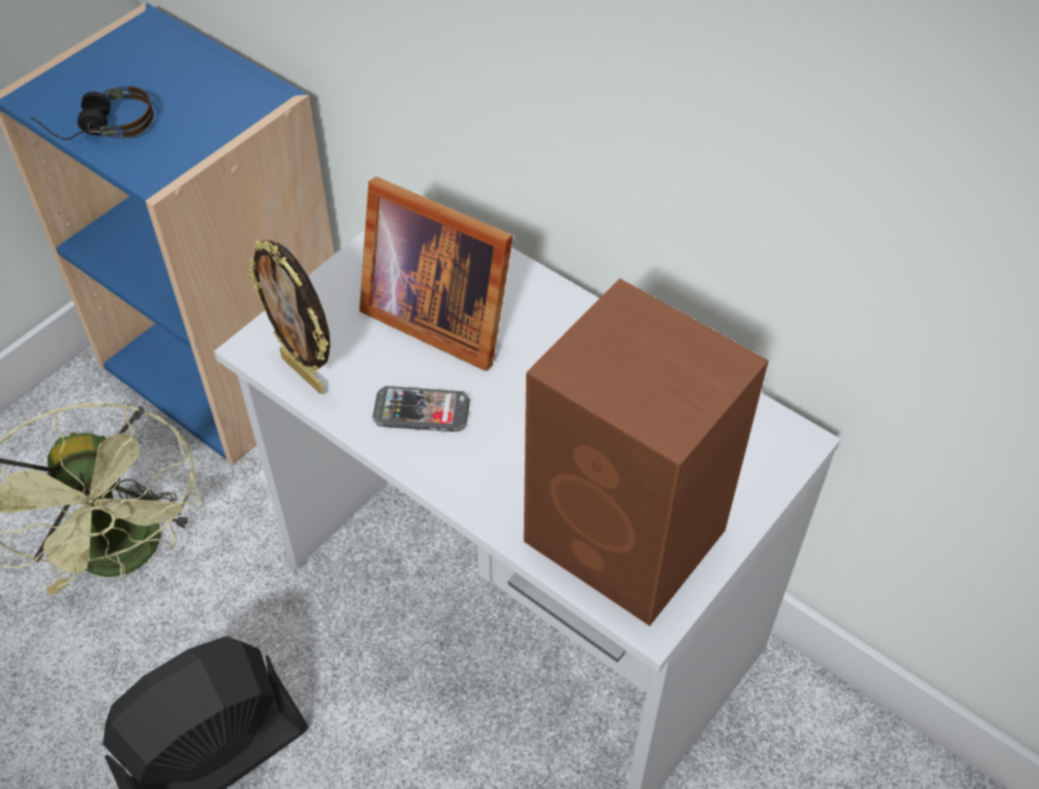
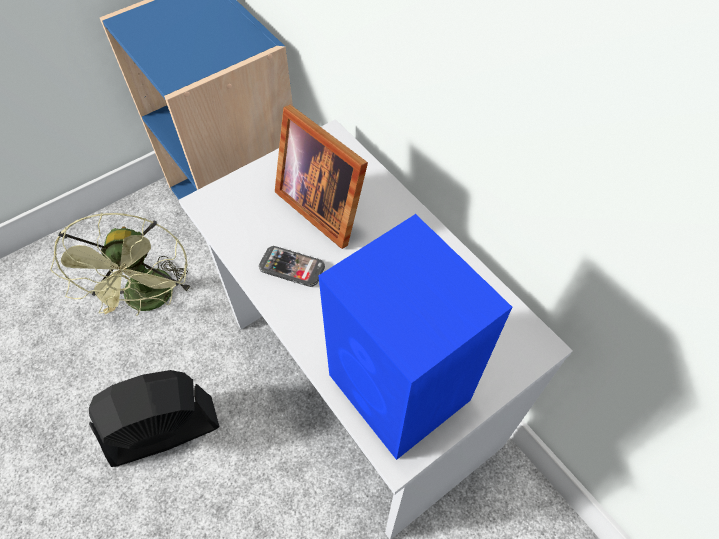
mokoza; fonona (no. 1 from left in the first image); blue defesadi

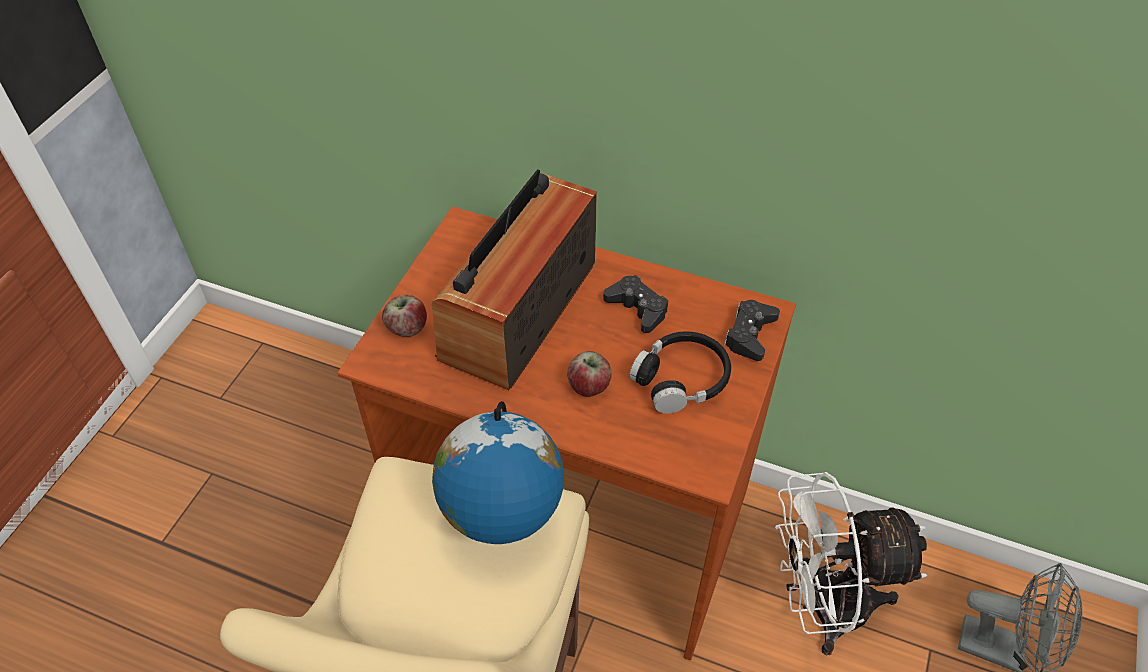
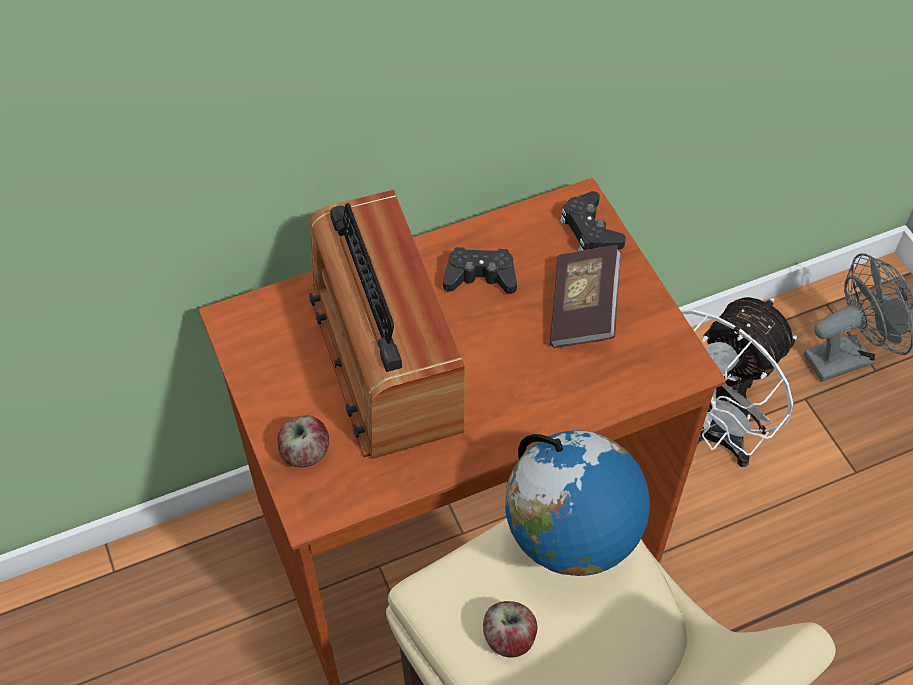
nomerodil (no. 2 from left); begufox

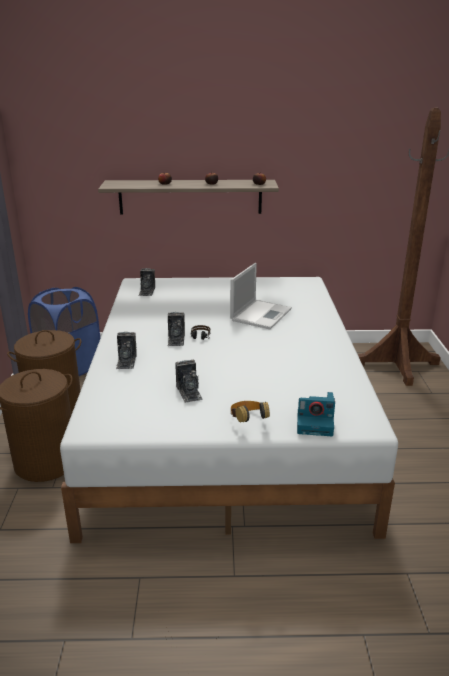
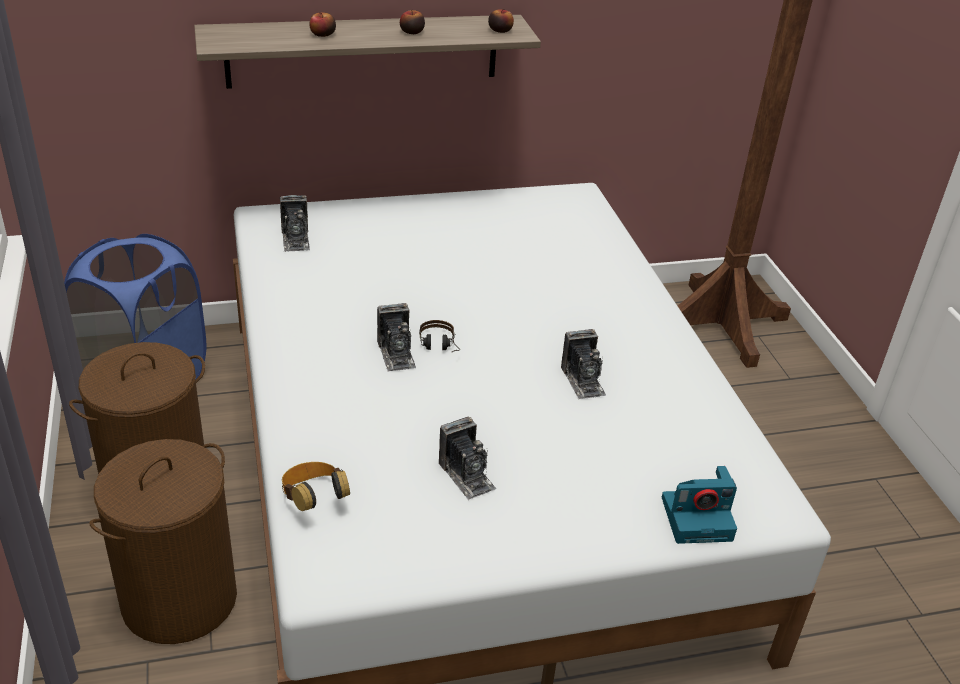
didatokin (no. 4 from left); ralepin; mokoza (no. 1 from left)

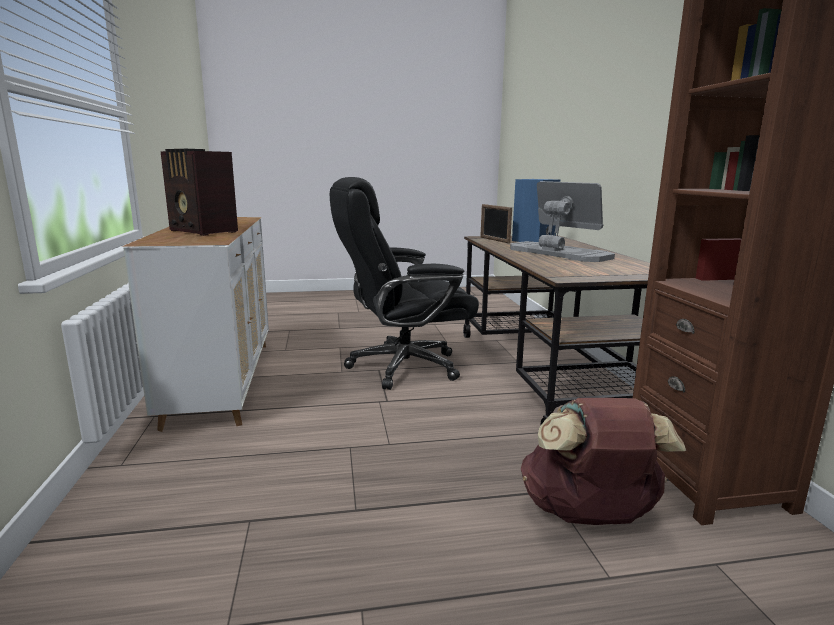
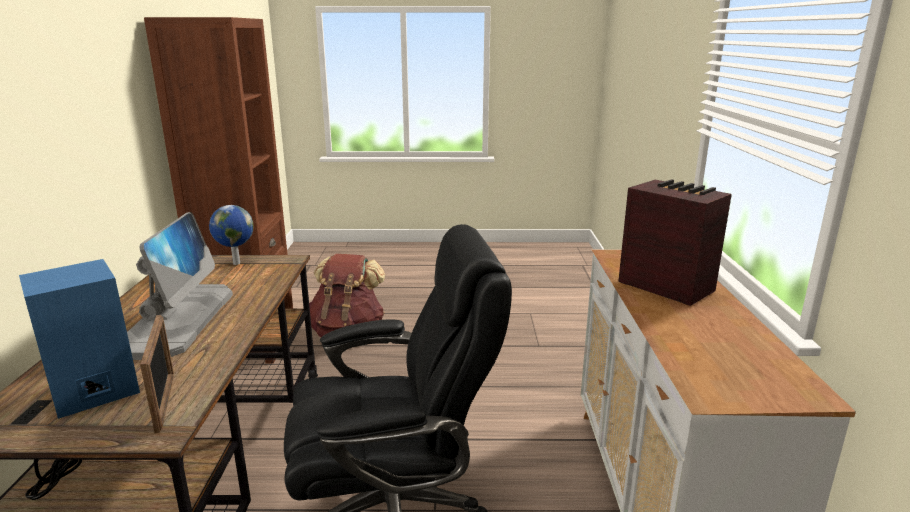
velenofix; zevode

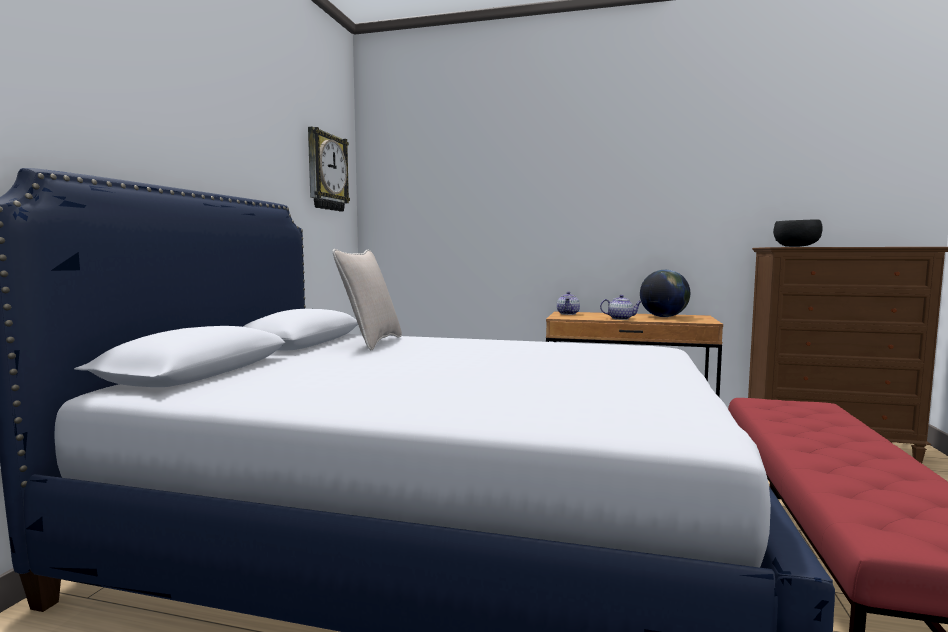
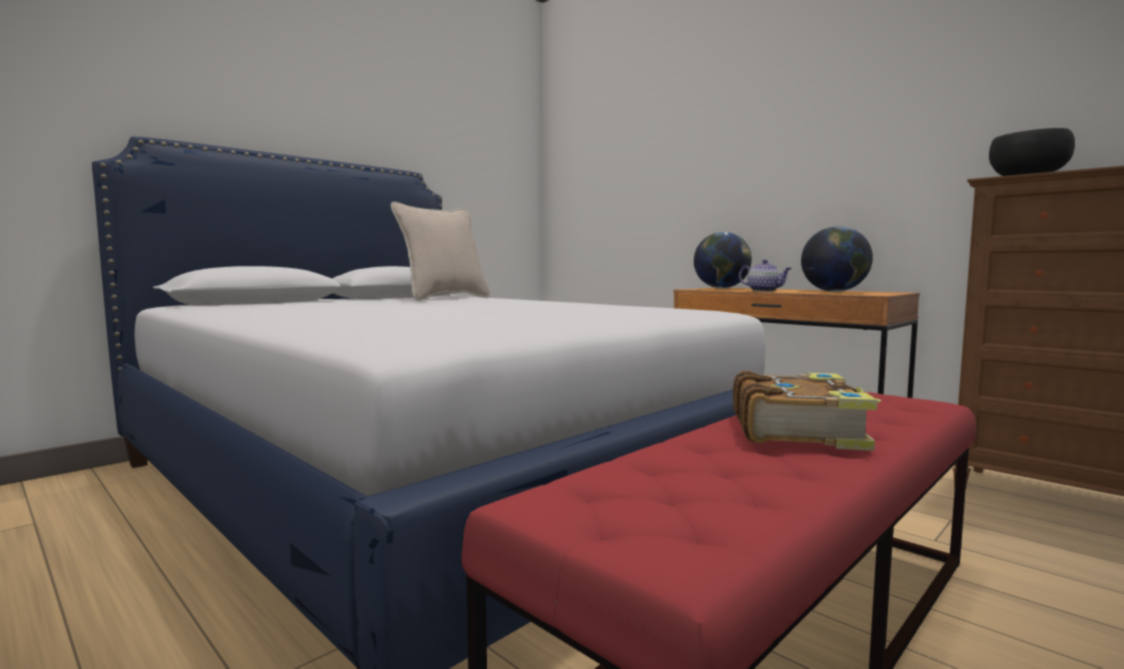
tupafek; zevode (no. 1 from left); begufox

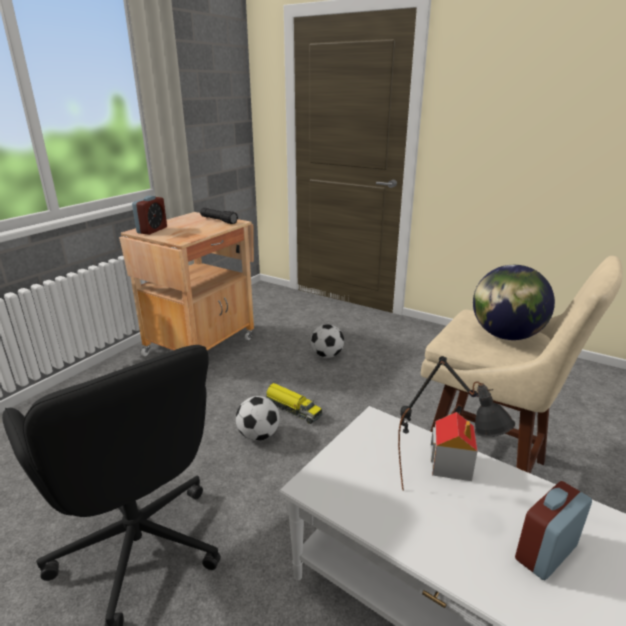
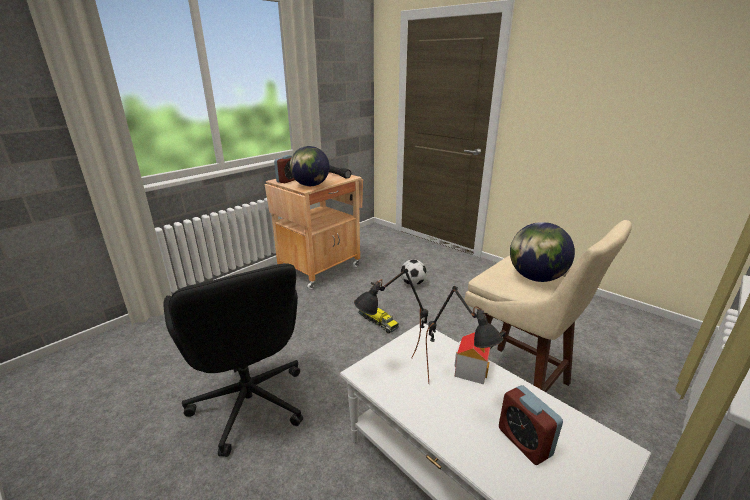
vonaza (no. 1 from left in the first image); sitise (no. 2 from left); zevode (no. 1 from left); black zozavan (no. 1 from left)

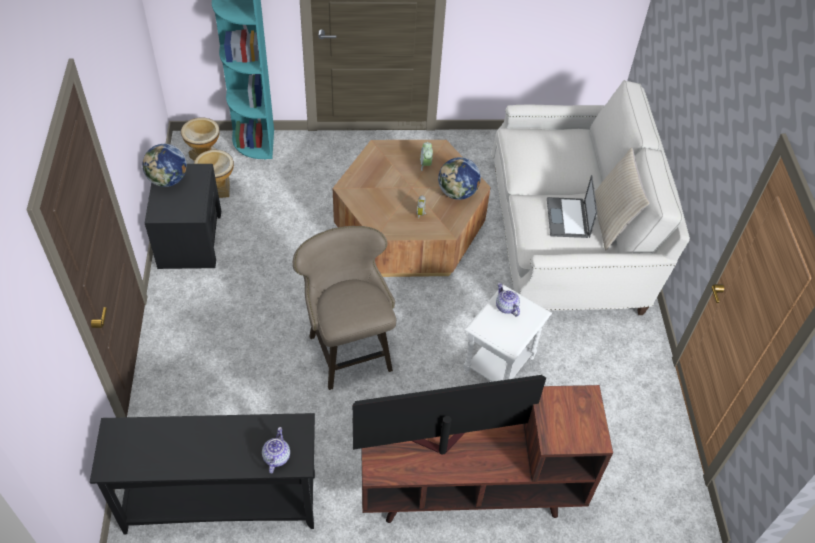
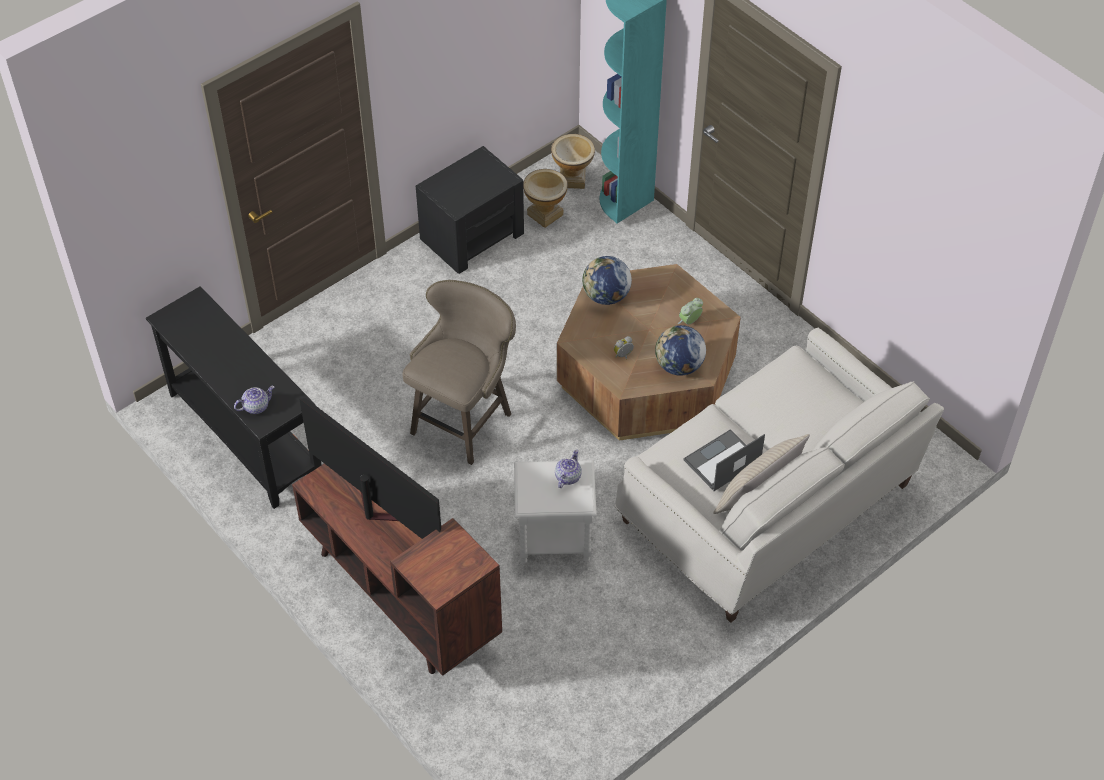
zevode (no. 1 from left)

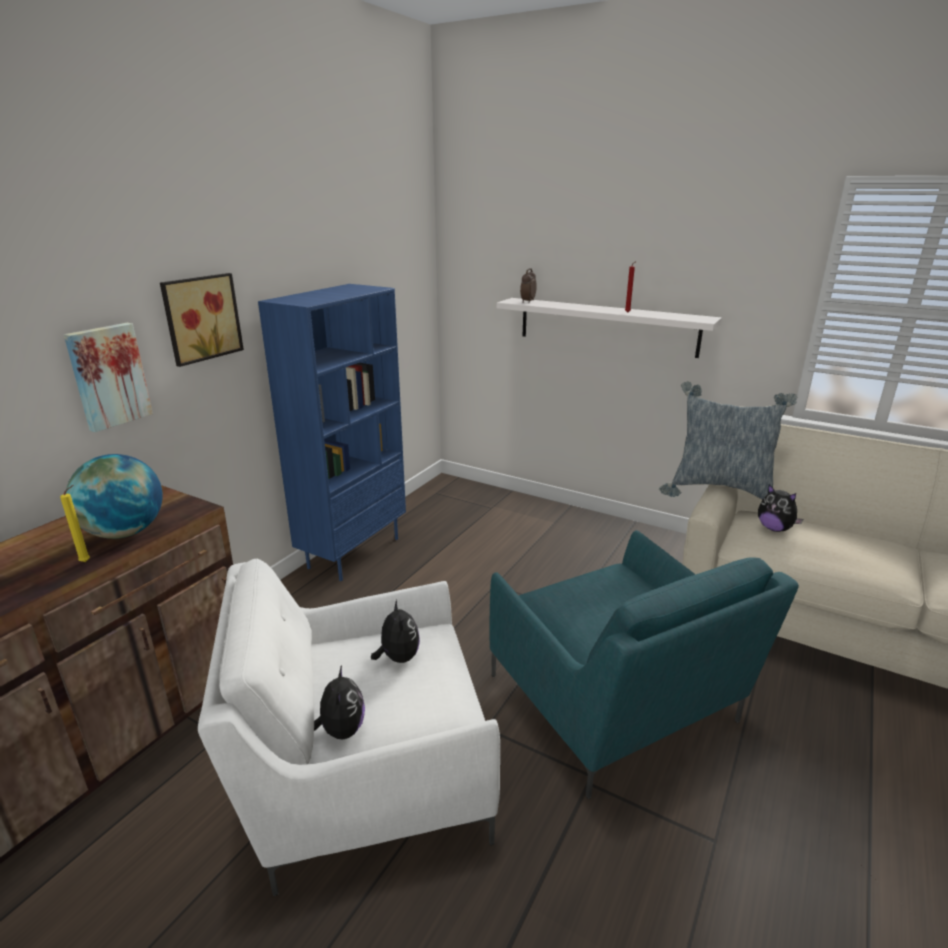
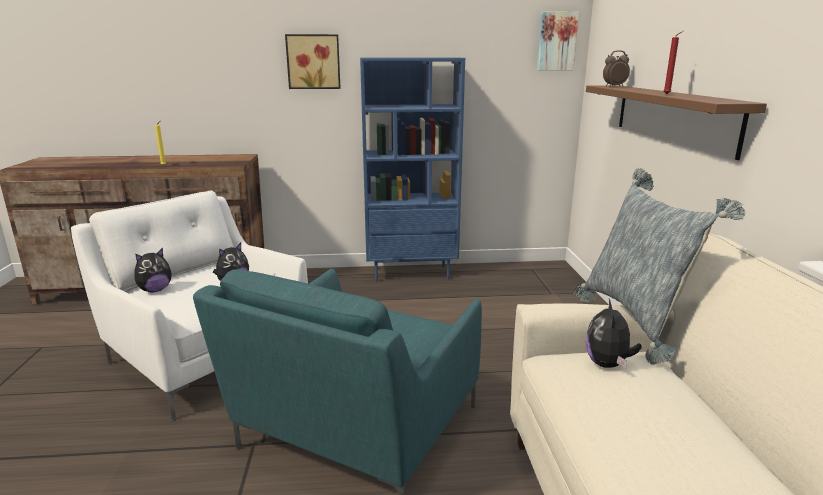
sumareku (no. 2 from left); zevode; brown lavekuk

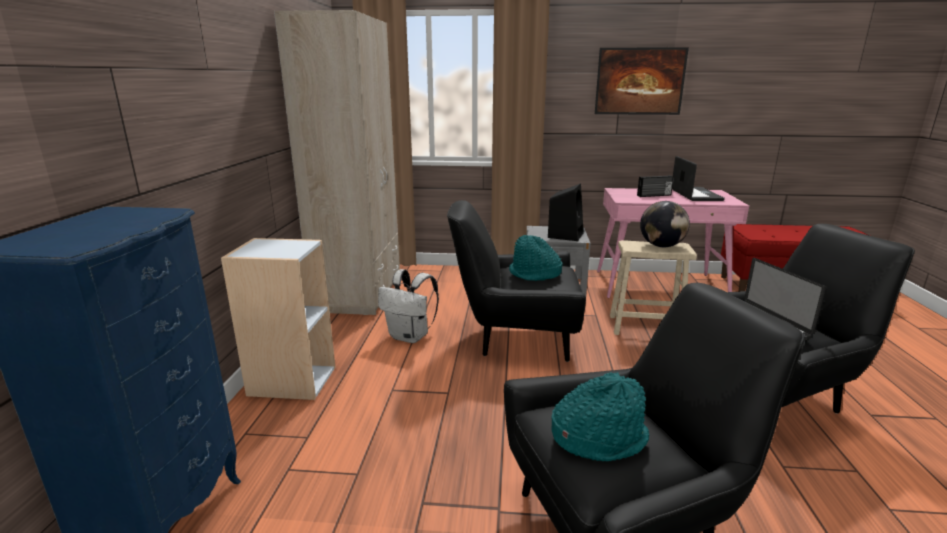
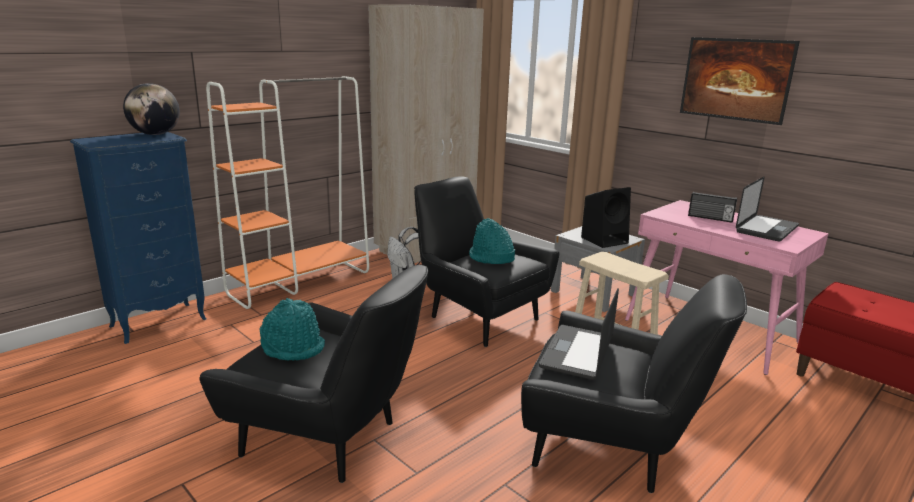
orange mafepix; zevode

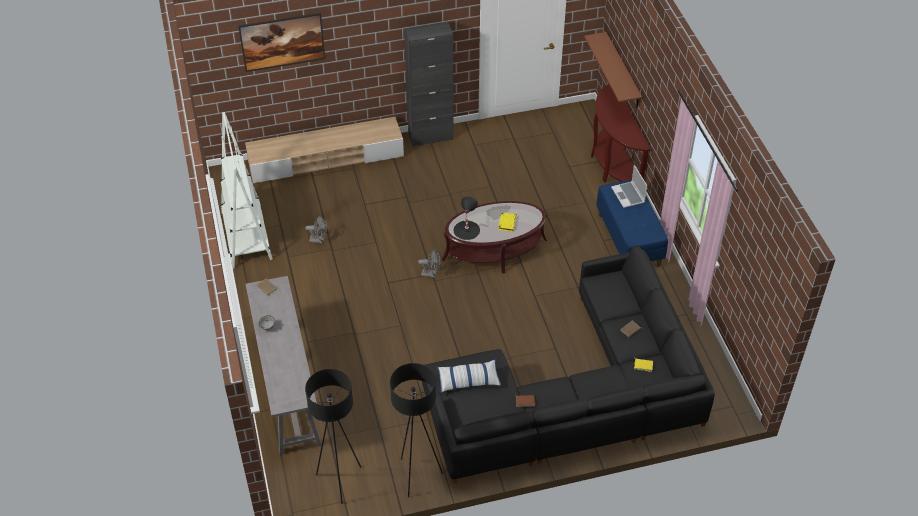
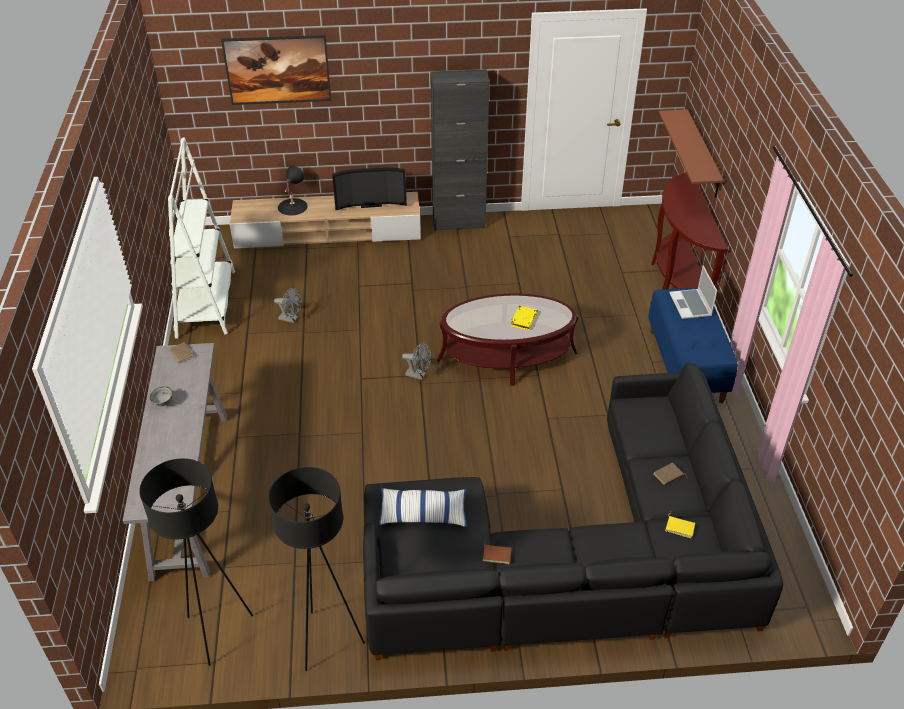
black zozavan; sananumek

